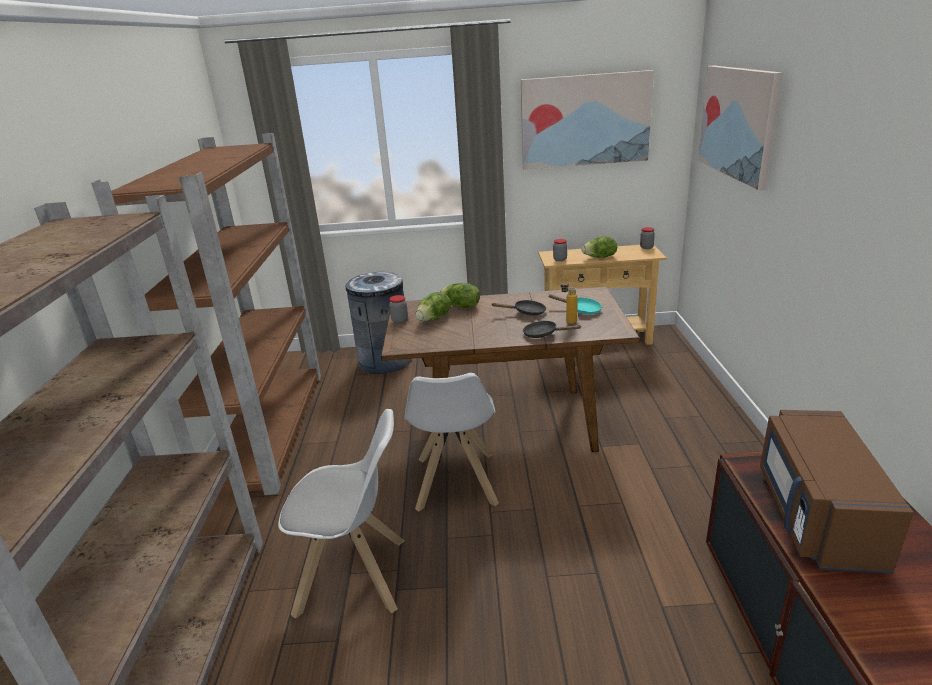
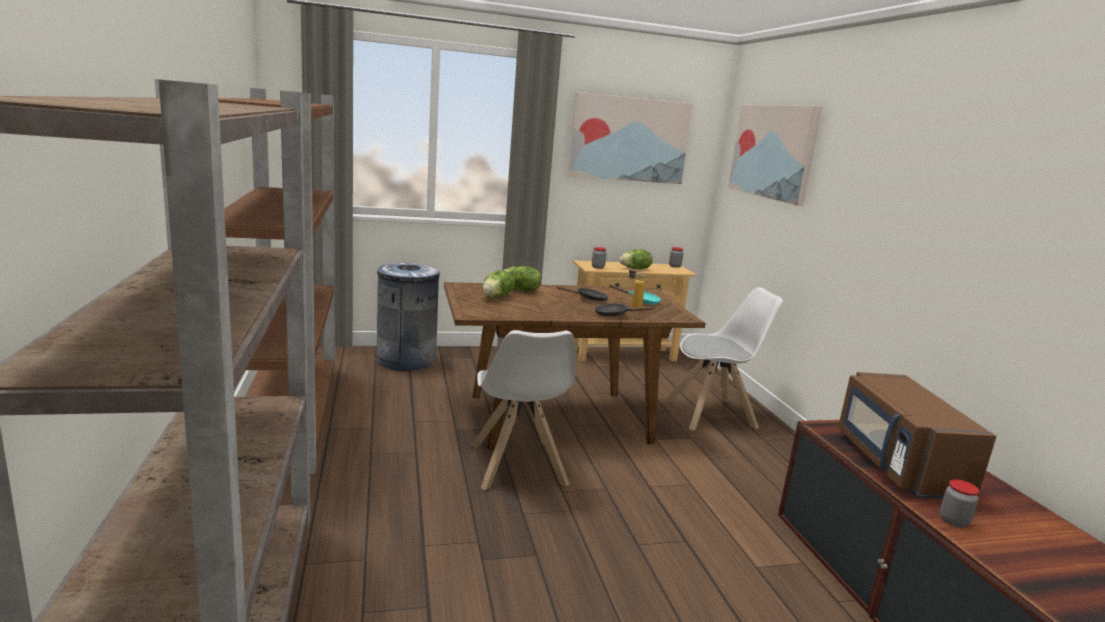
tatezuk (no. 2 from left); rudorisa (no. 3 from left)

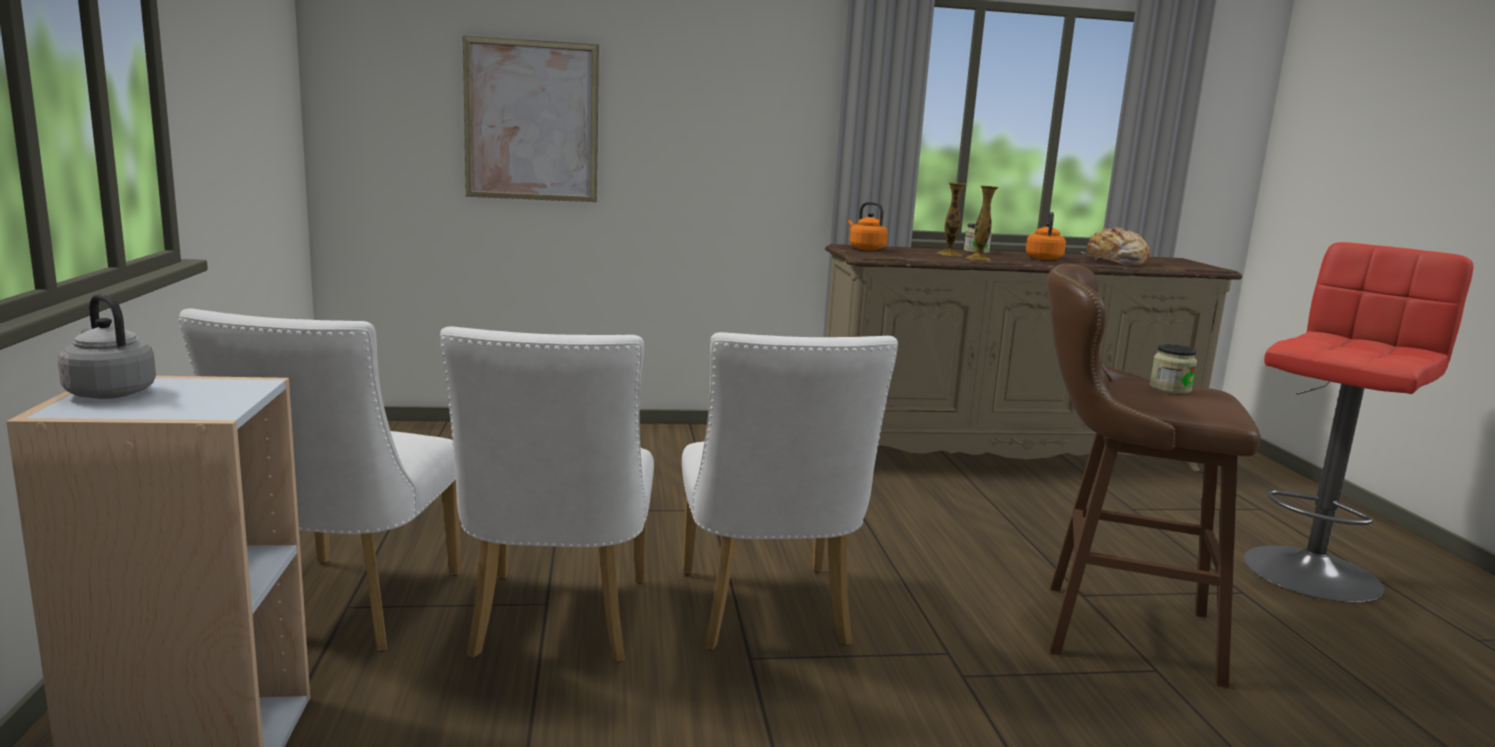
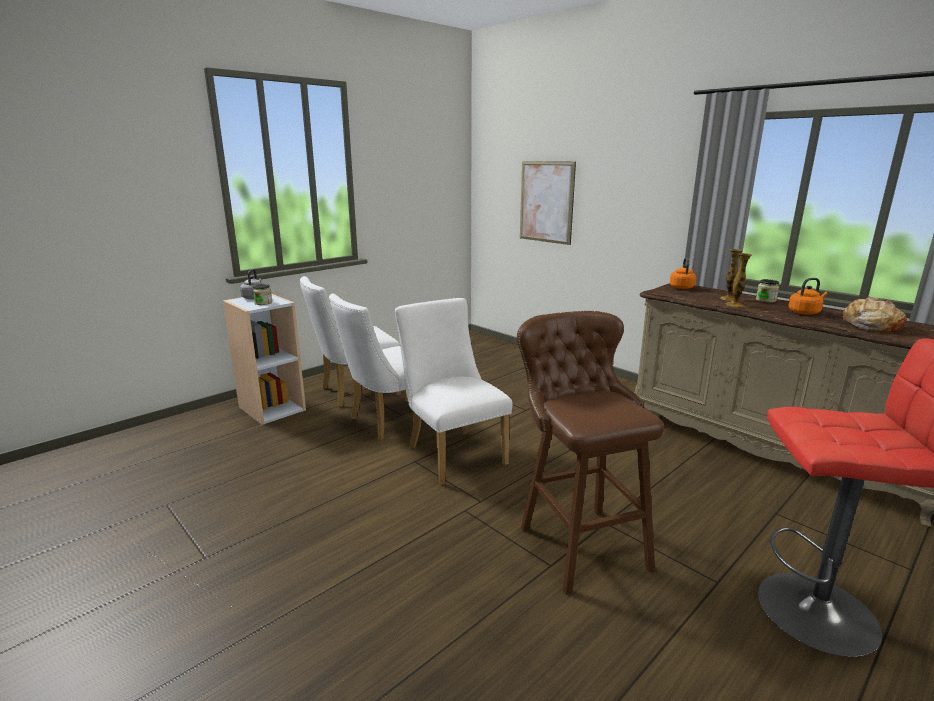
white tatezuk (no. 3 from left); rudorisa (no. 1 from left)

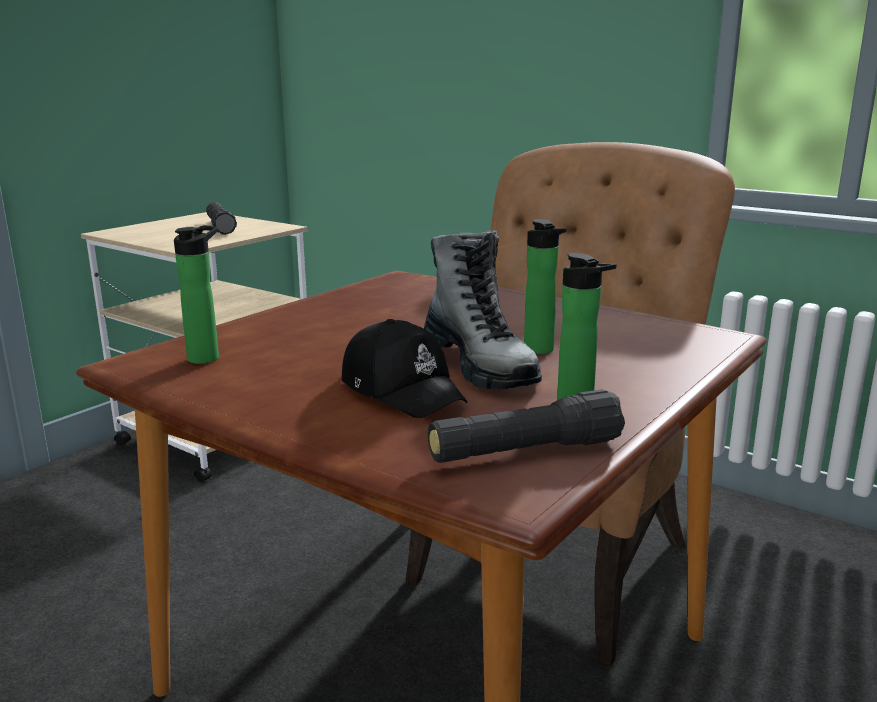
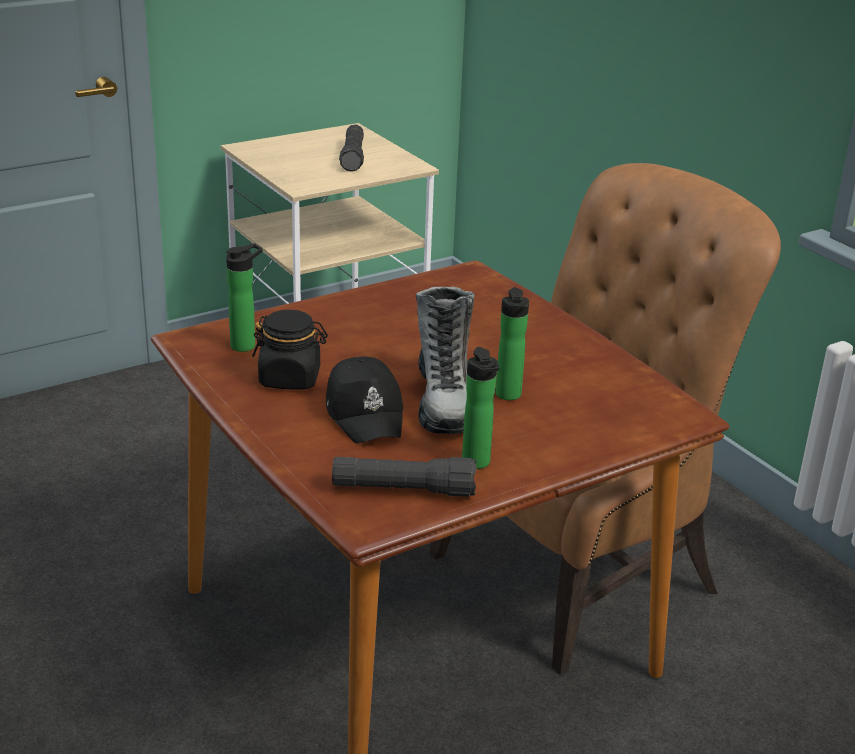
black rudorisa

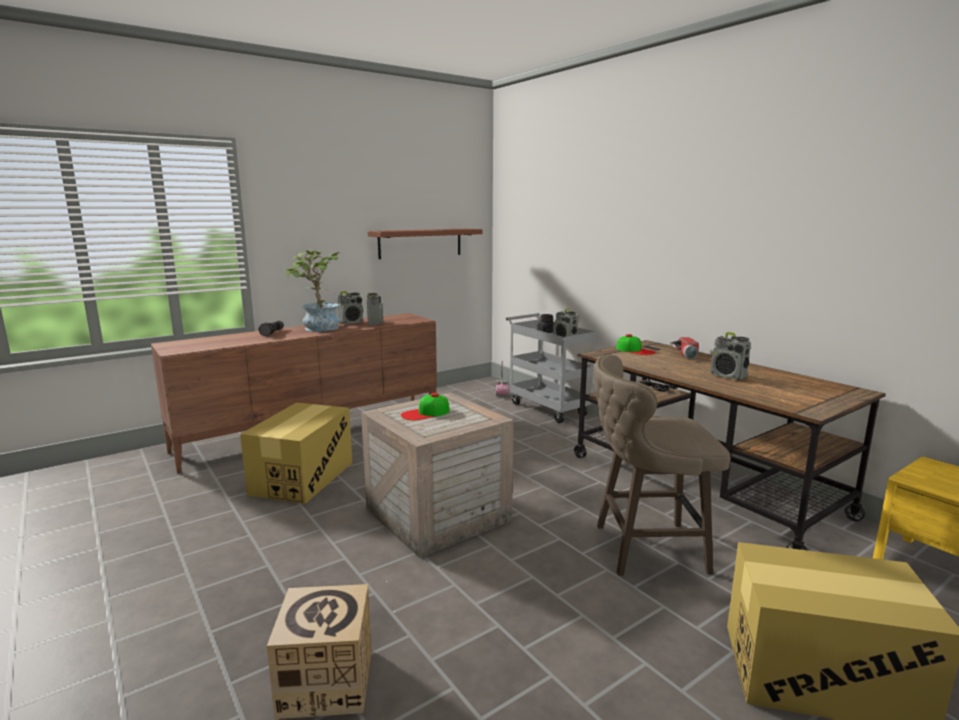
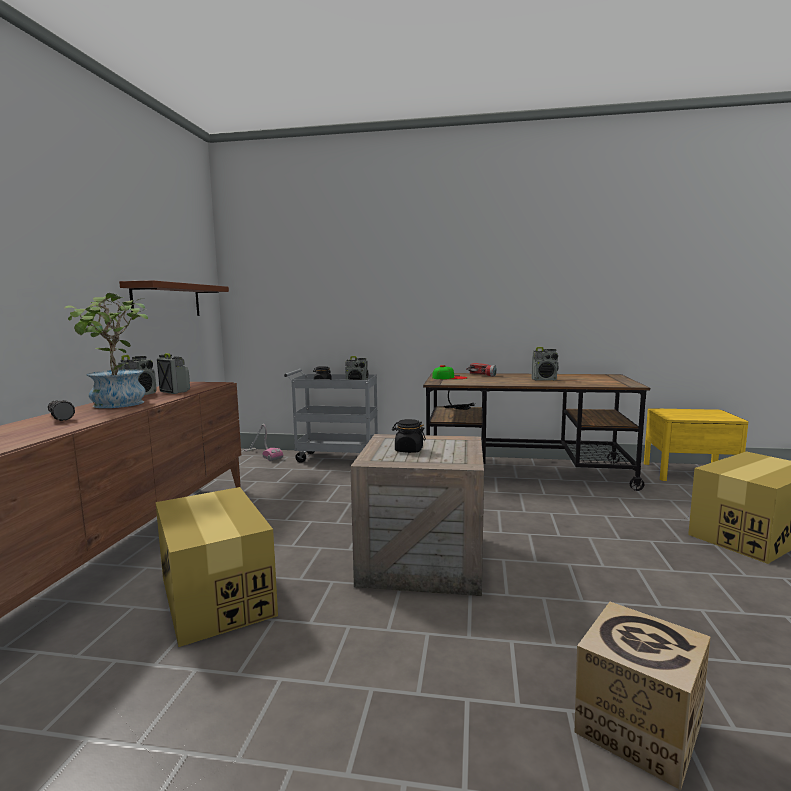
black rudorisa (no. 2 from left); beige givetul

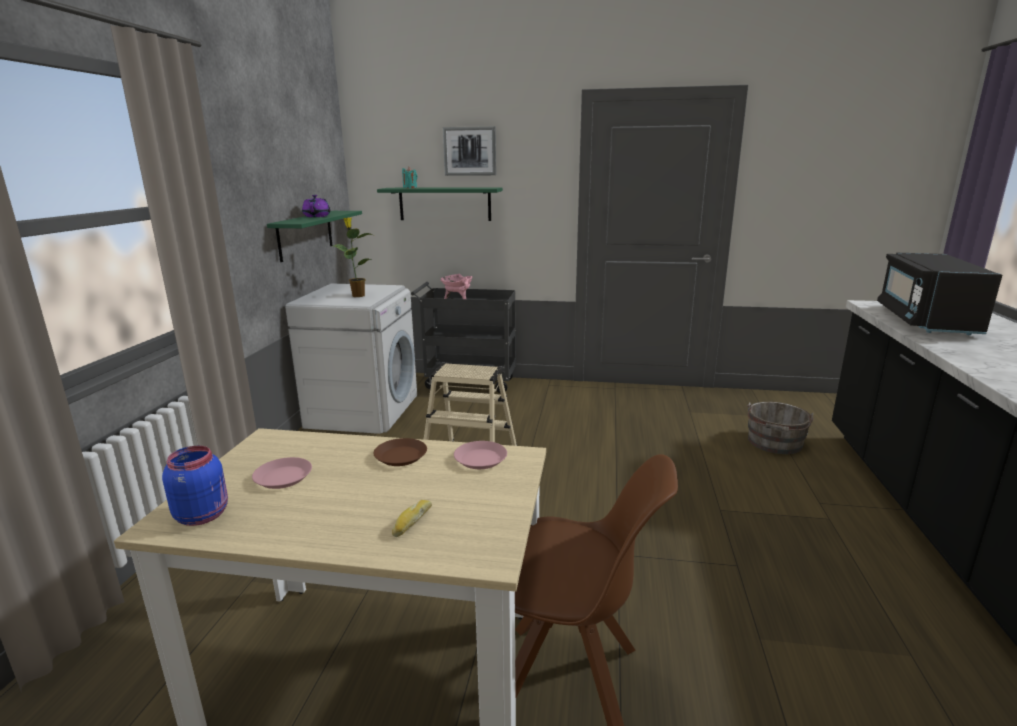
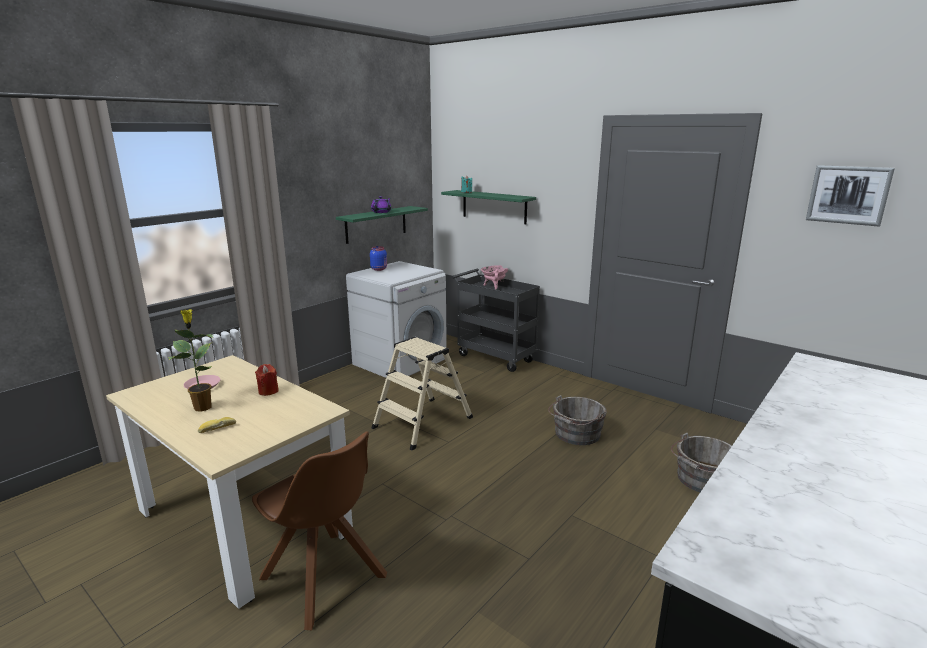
blue rudorisa; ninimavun; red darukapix; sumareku; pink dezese (no. 2 from left in the first image); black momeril; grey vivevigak (no. 1 from left)

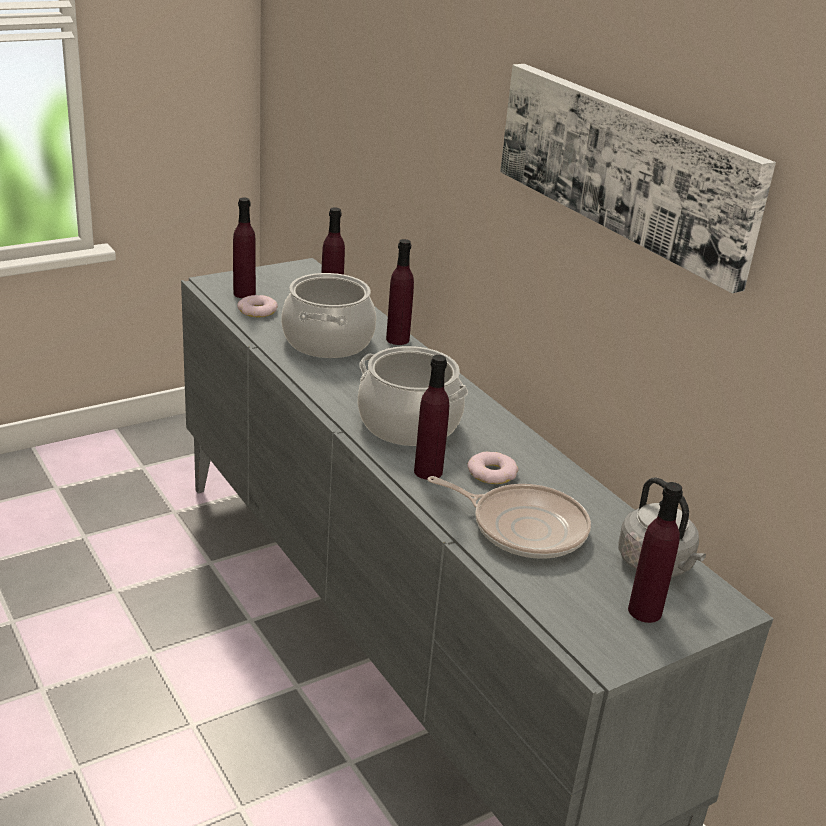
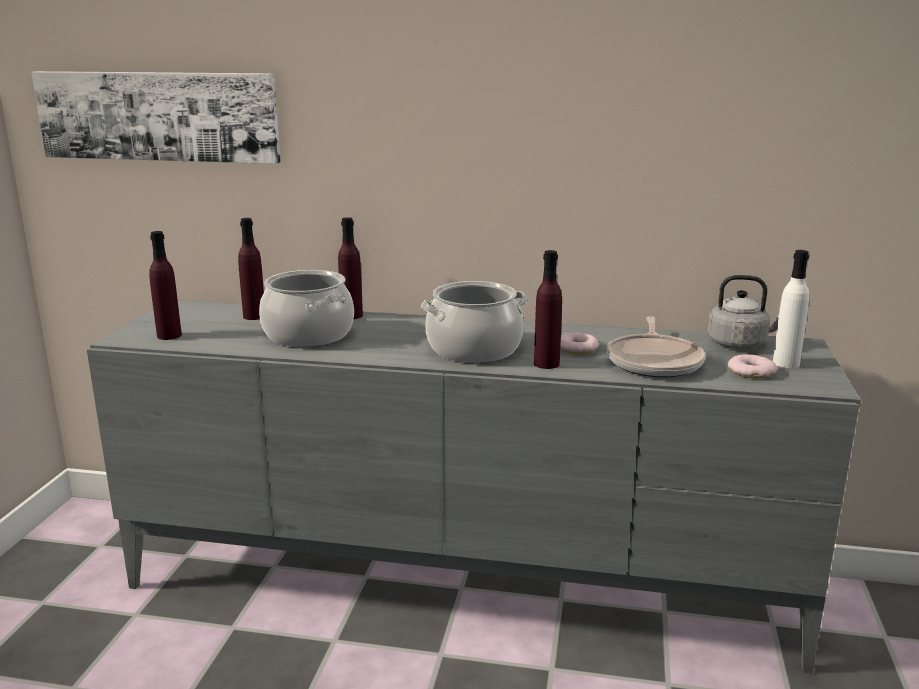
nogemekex (no. 2 from left); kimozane; sumareku; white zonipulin

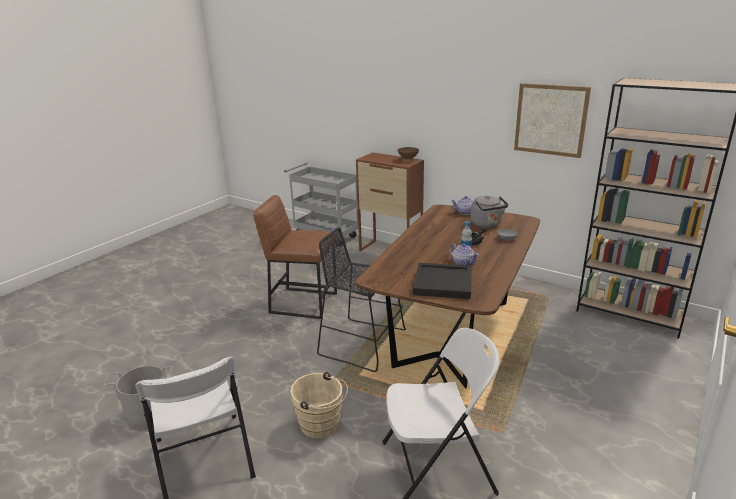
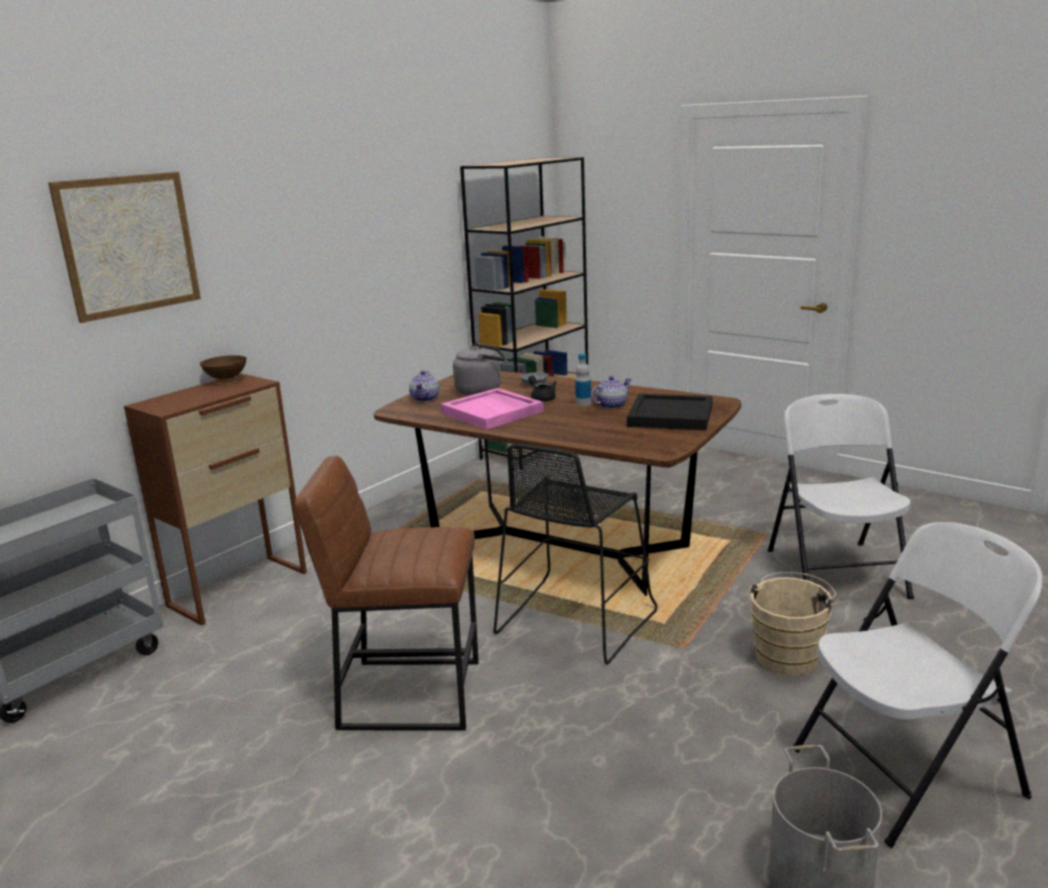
brown tatezuk; sumareku; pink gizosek

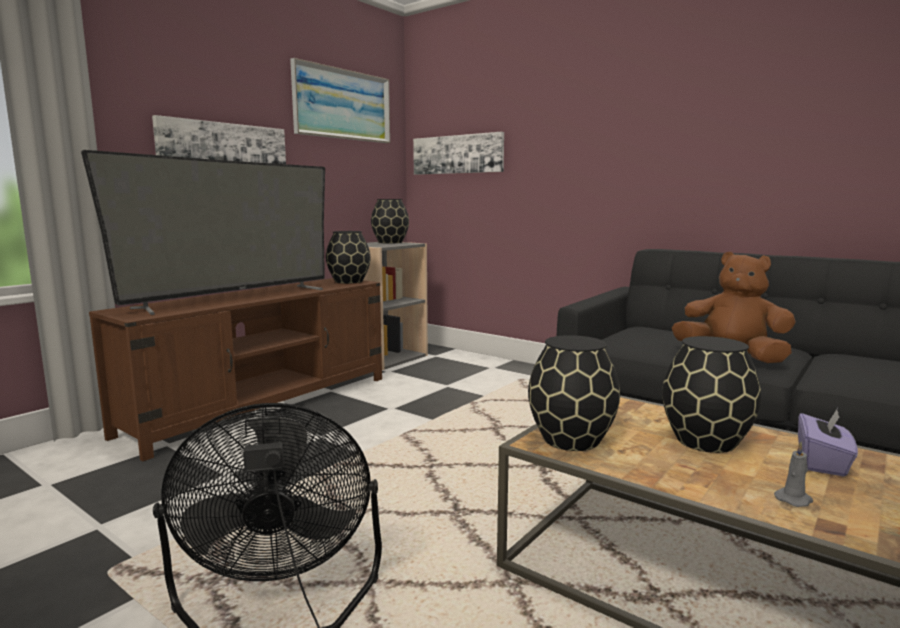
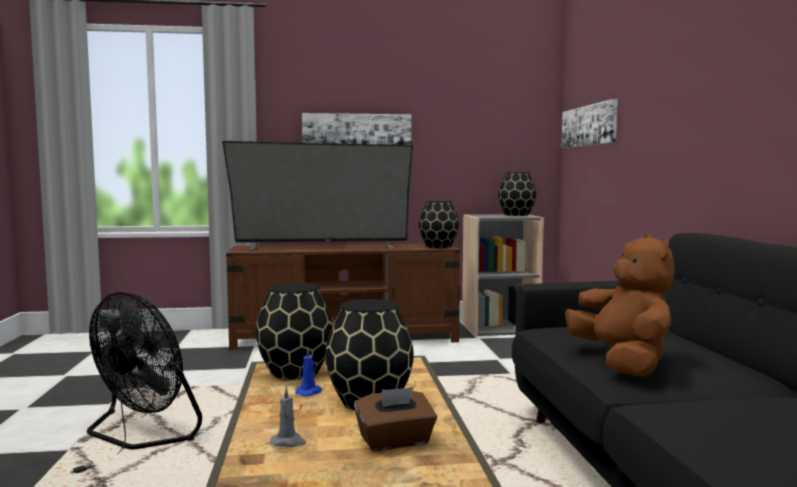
sumareku (no. 2 from left in the first image); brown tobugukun; blue darukapix

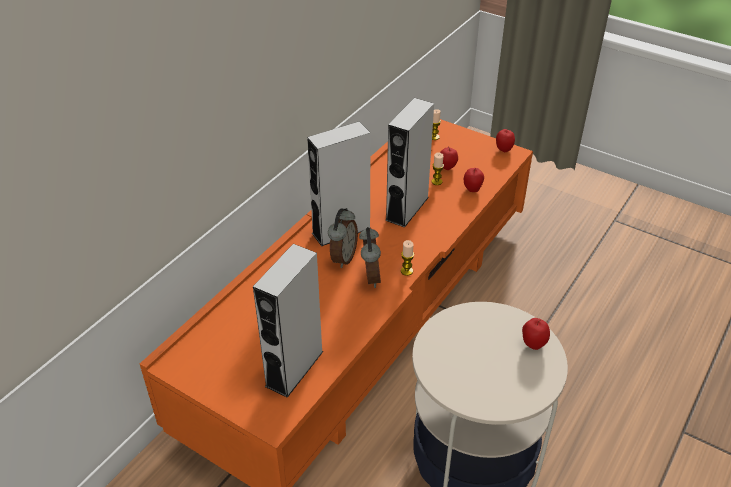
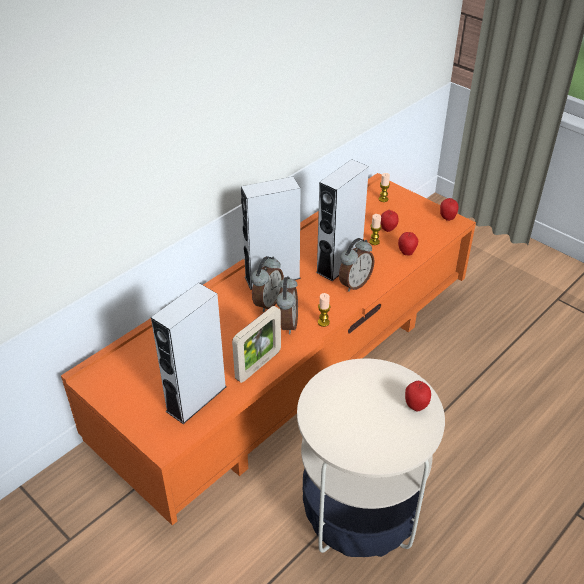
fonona; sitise (no. 3 from left)

